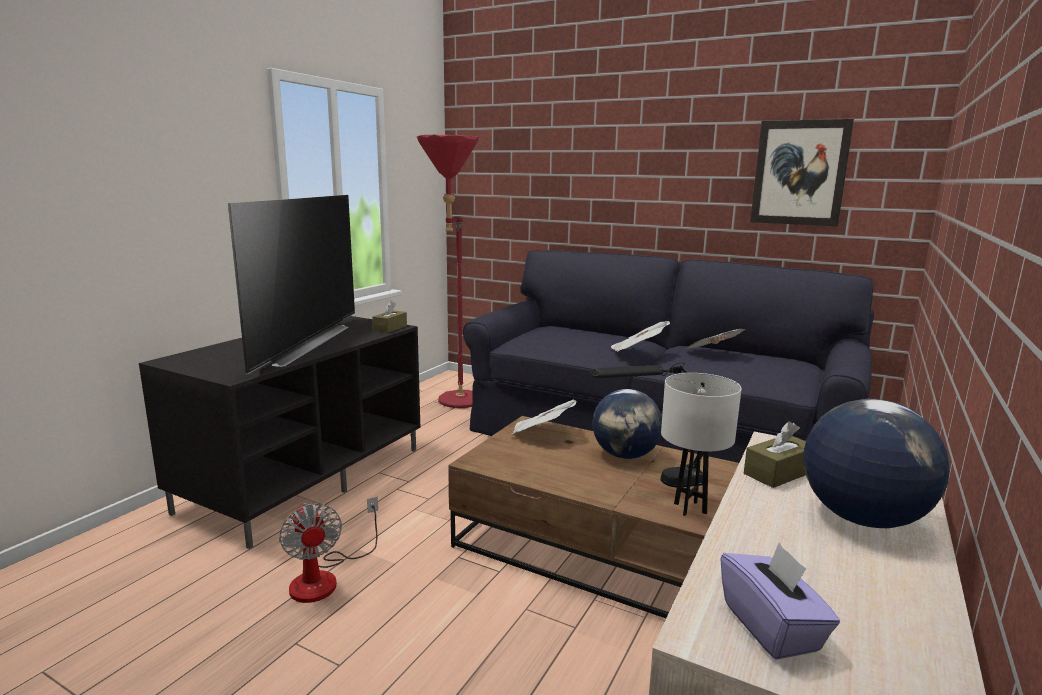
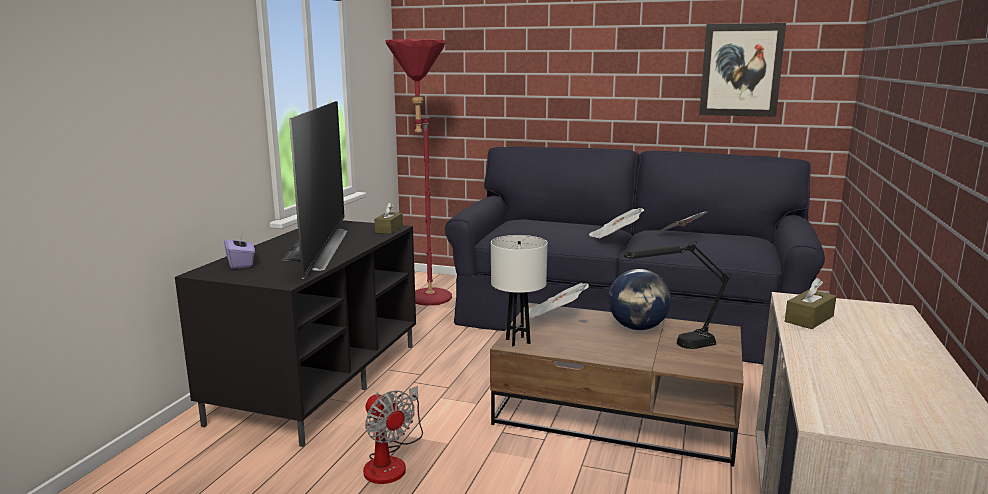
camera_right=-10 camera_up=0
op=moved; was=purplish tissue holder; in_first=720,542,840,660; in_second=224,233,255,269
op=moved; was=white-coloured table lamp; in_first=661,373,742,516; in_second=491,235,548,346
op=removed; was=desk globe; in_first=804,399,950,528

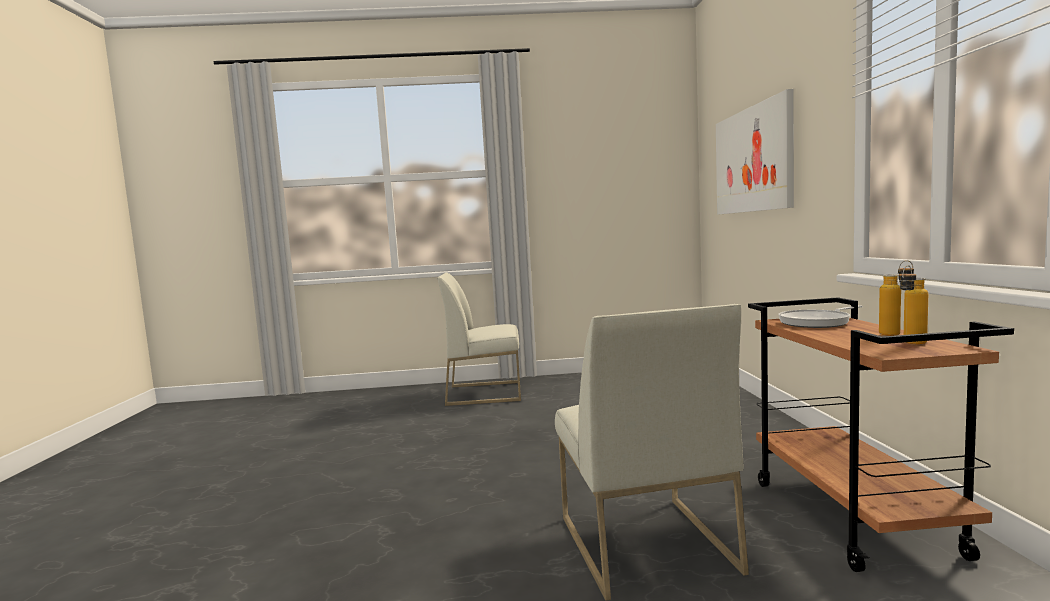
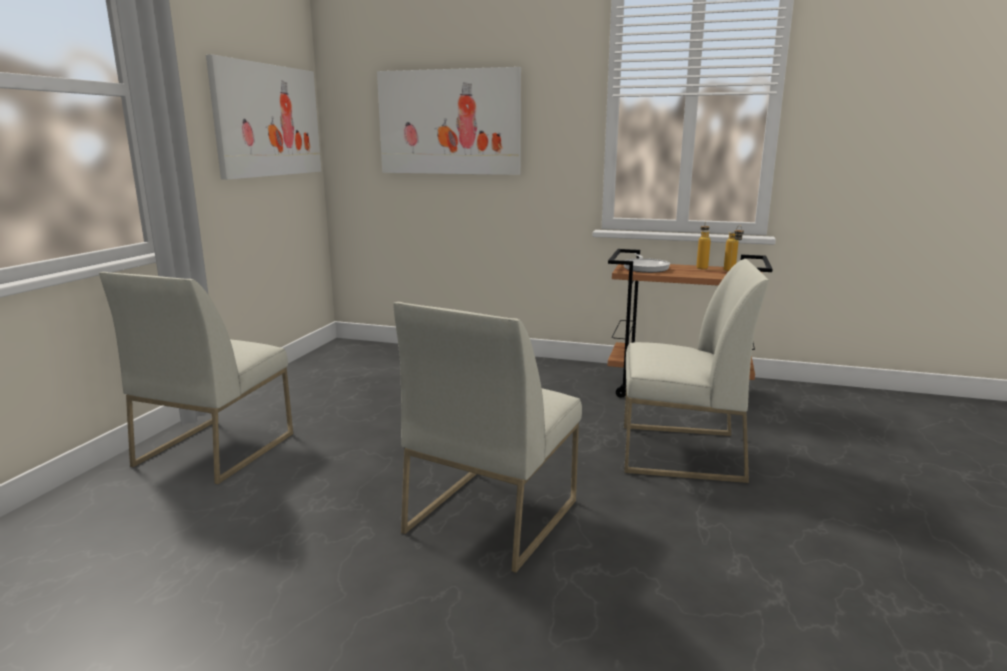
camera_right=-70 camera_up=10
op=added; now=wall picture; in_second=206,54,321,180
op=added; now=white-coloured upright chair; in_second=393,302,582,573

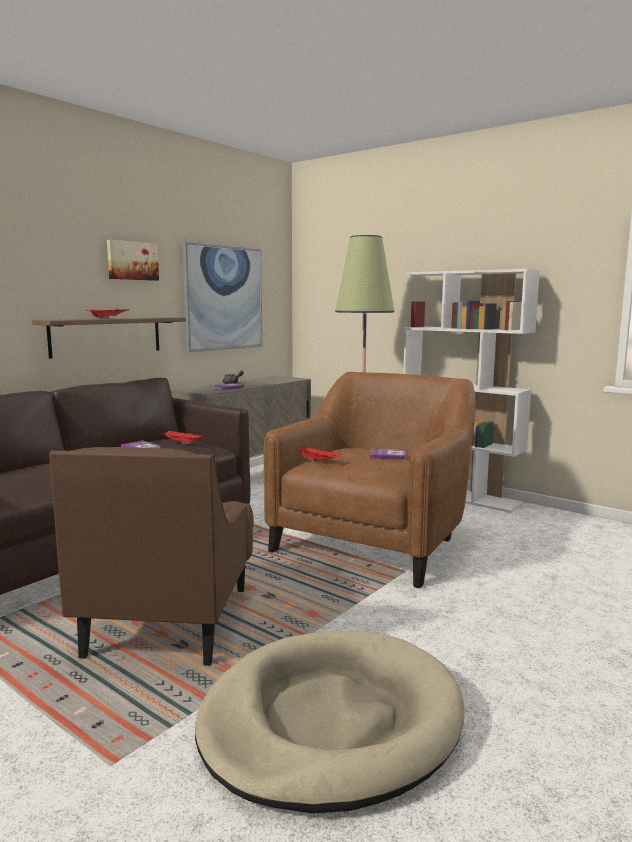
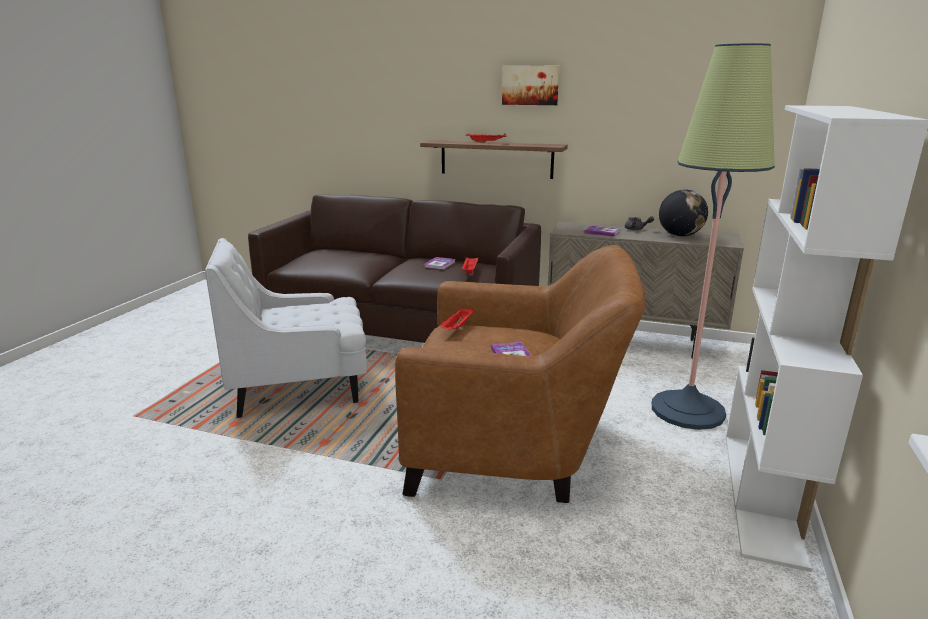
camera_right=70 camera_up=10
op=recoloured; was=brown-coloured armchair; now=white-coloured armchair; in_first=49,447,254,666; in_second=205,238,367,418
op=added; now=desk globe; in_second=659,189,708,237
op=removed; was=wall picture; in_first=182,242,262,352
op=removed; was=beige-coloured pet bed; in_first=195,631,465,813

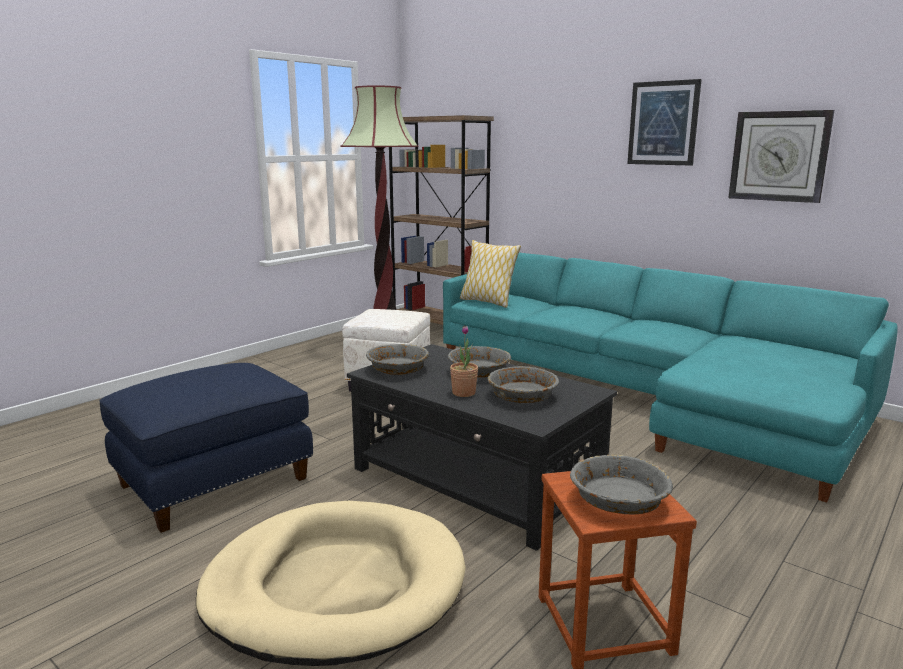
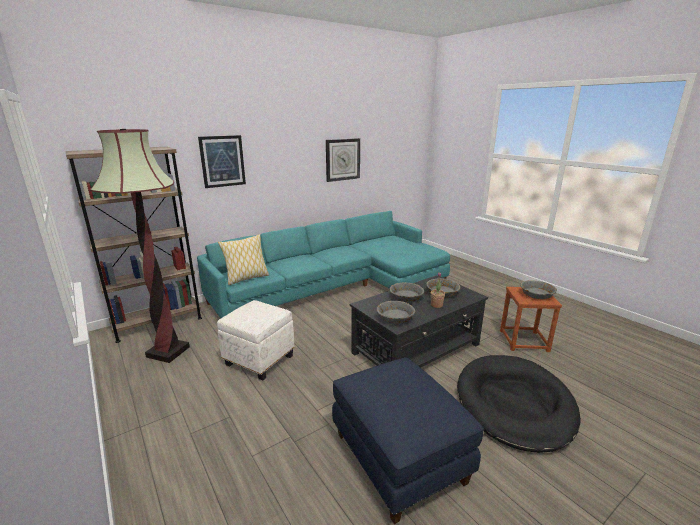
camera_right=-75 camera_up=5
op=moved; was=wall picture; in_first=627,79,702,166; in_second=198,135,246,188
op=recoloured; was=beige-coloured pet bed; now=black-coloured pet bed; in_first=196,501,466,666; in_second=457,355,581,453

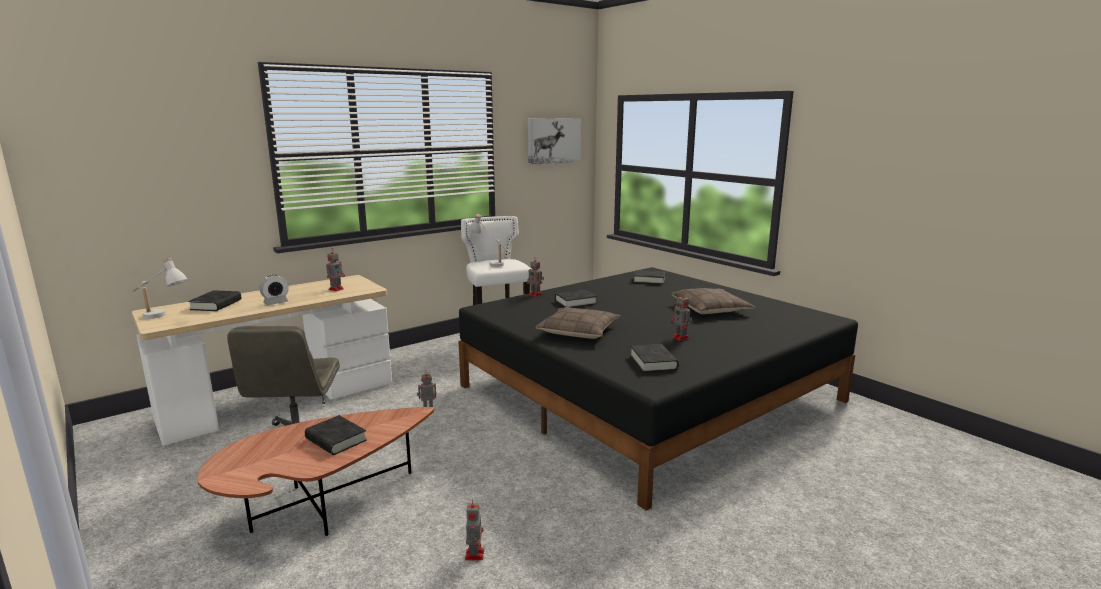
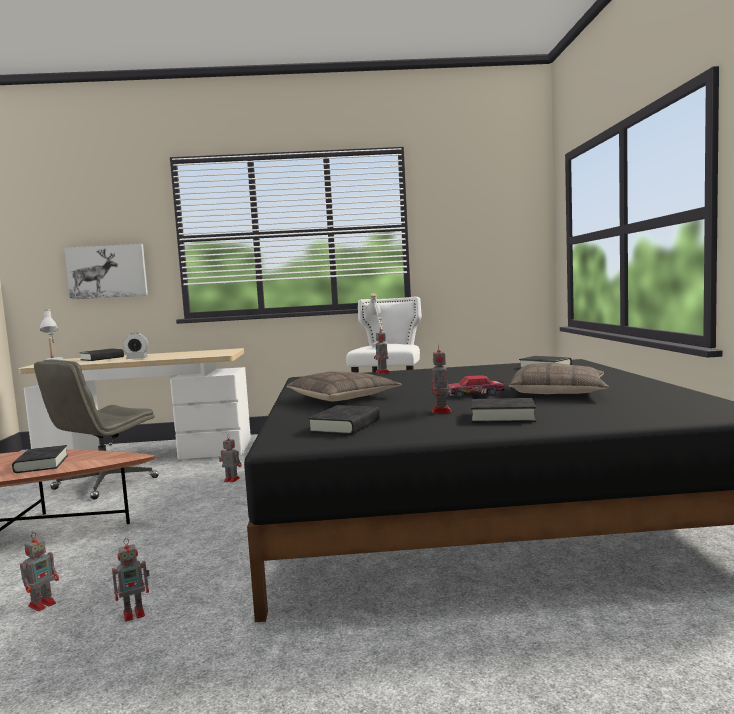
camera_right=35 camera_up=-10
op=moved; was=wall picture; in_first=528,118,581,165; in_second=64,244,148,300
op=moved; was=model robot; in_first=326,249,345,291; in_second=112,538,150,622
op=added; now=toy car; in_second=447,375,505,398
op=moved; was=black-coloured book; in_first=555,290,597,308; in_second=471,398,536,423

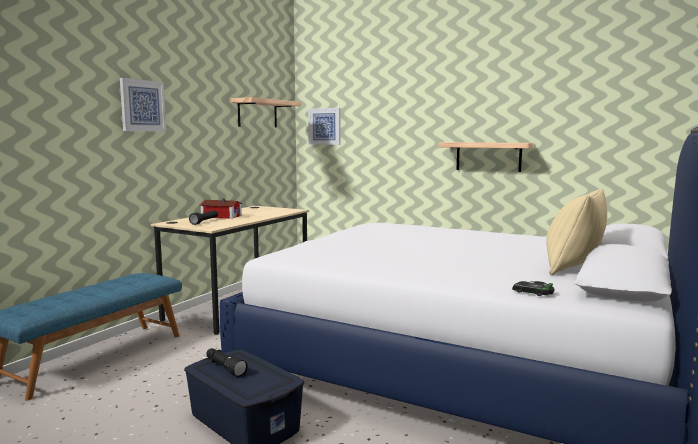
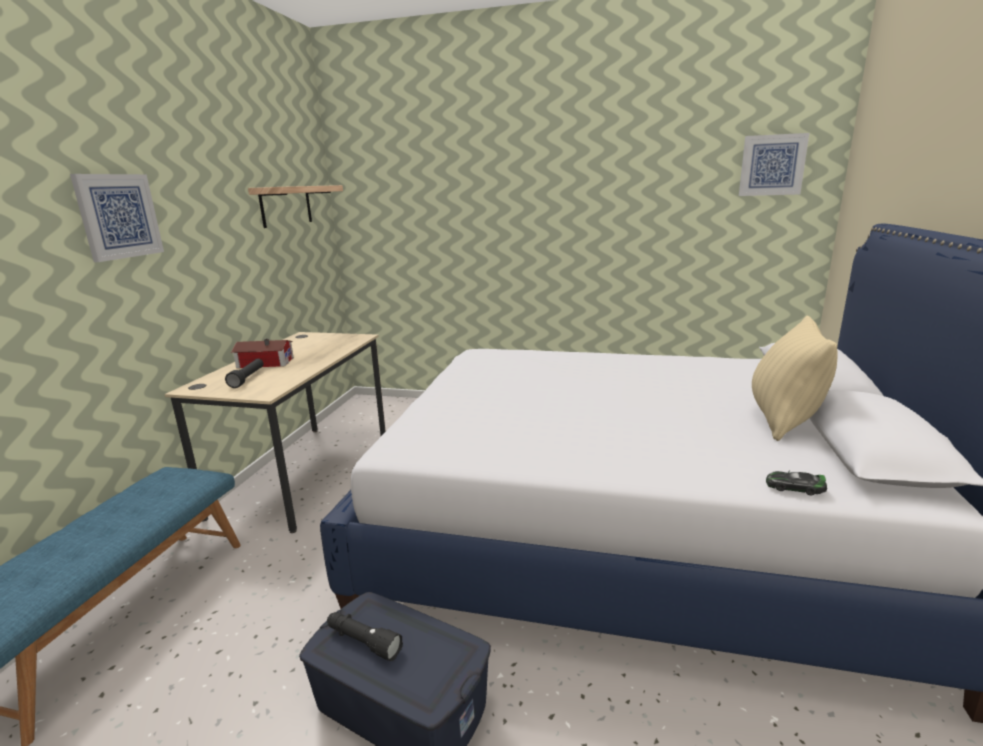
camera_right=-15 camera_up=10
op=moved; was=wall picture; in_first=308,108,341,145; in_second=739,133,809,196
op=removed; was=bracket shelf; in_first=439,142,534,172

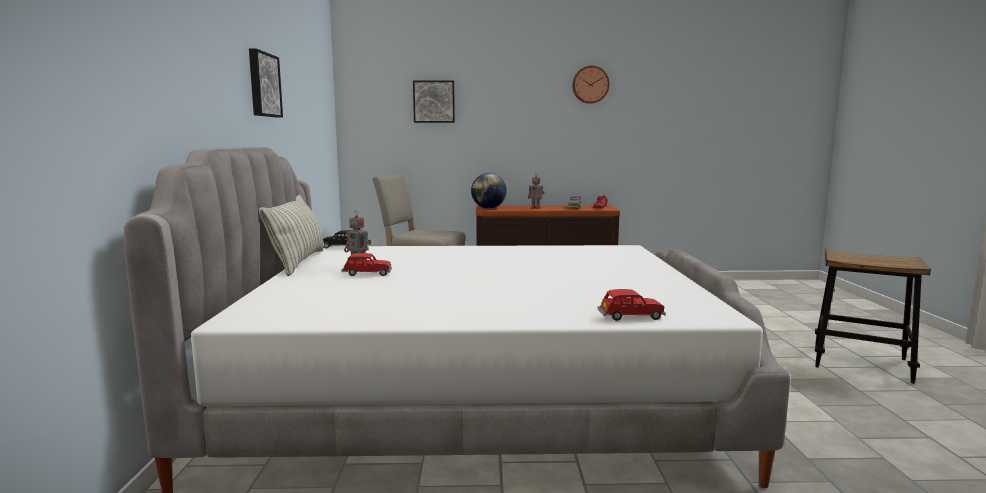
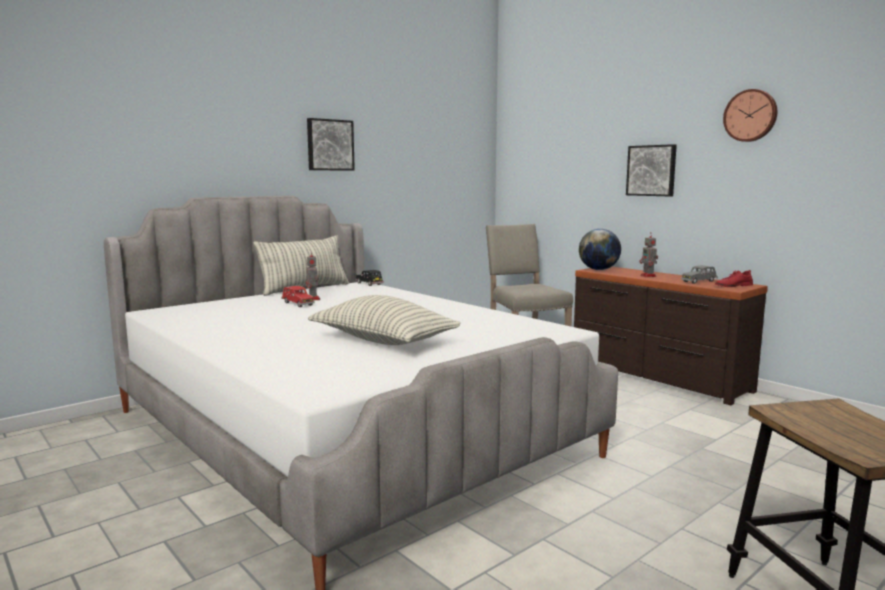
camera_right=50 camera_up=0
op=added; now=pillow; in_second=308,295,461,345
op=moved; was=wall picture; in_first=413,80,455,123; in_second=626,144,677,196
op=removed; was=red-coloured toy car; in_first=597,289,666,321

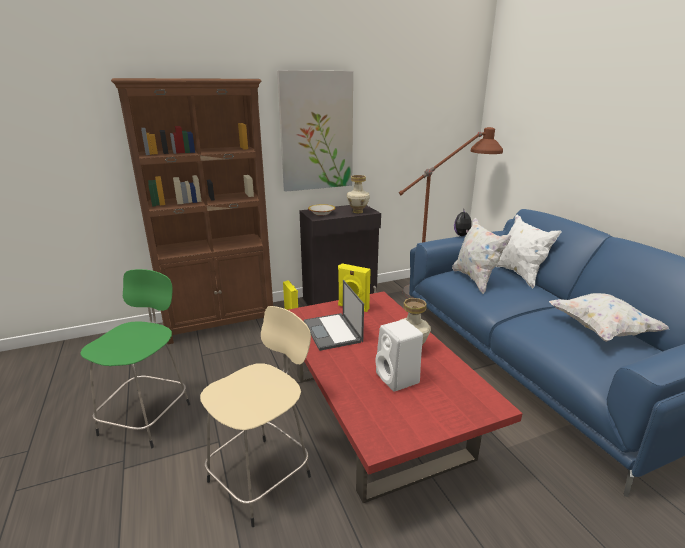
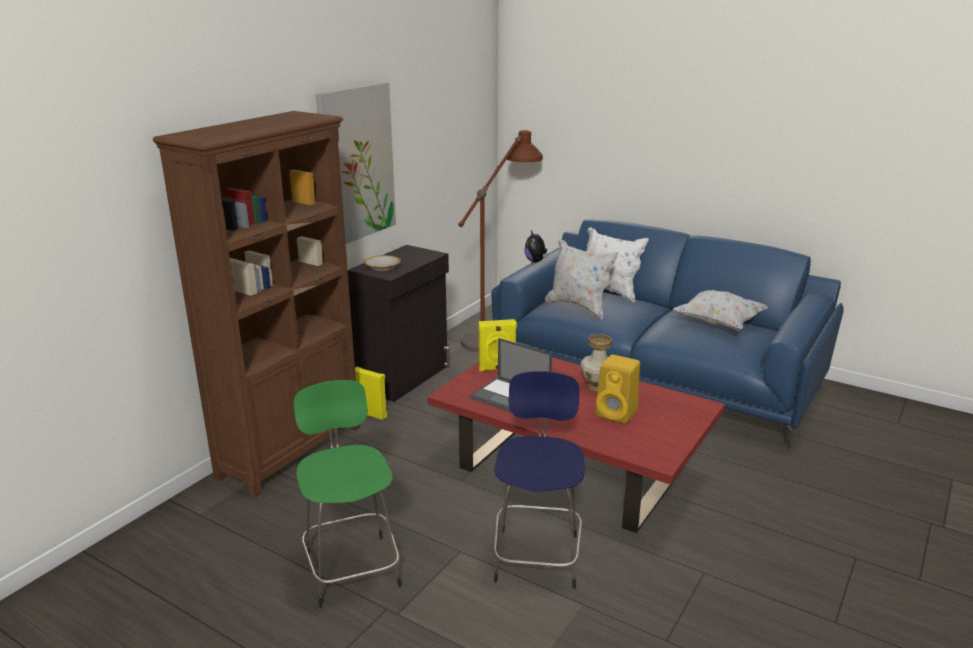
camera_right=-35 camera_up=0
op=recoloured; was=beige-coloured stool seat; now=blue-coloured stool seat; in_first=200,306,311,527; in_second=494,371,585,589
op=recoloured; was=white-coloured speaker; now=yellow speaker; in_first=375,319,423,391; in_second=595,355,640,424
op=removed; was=flower vase; in_first=347,175,370,213

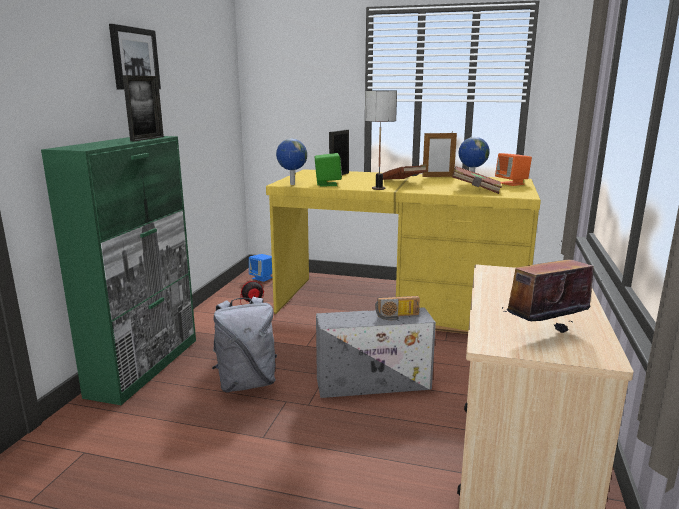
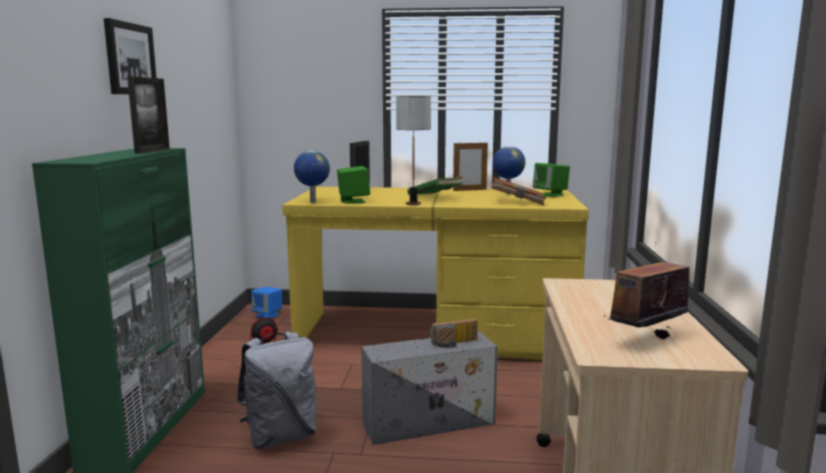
camera_right=-10 camera_up=-5
op=recoloured; was=brown-coloured book; now=greenish book; in_first=382,164,427,180; in_second=407,176,463,195
op=recoloured; was=orangey speaker; now=greenish speaker; in_first=495,153,532,186; in_second=533,163,570,197

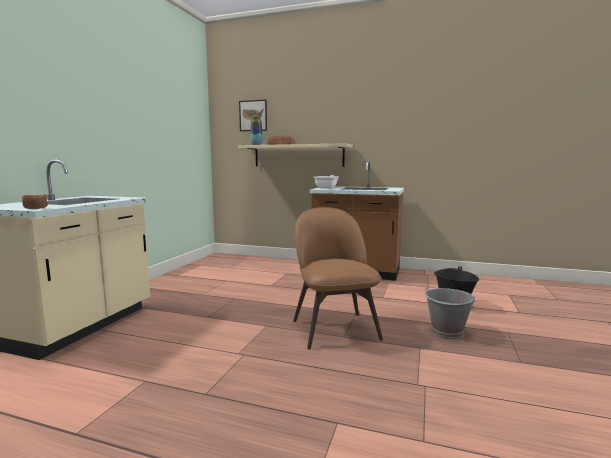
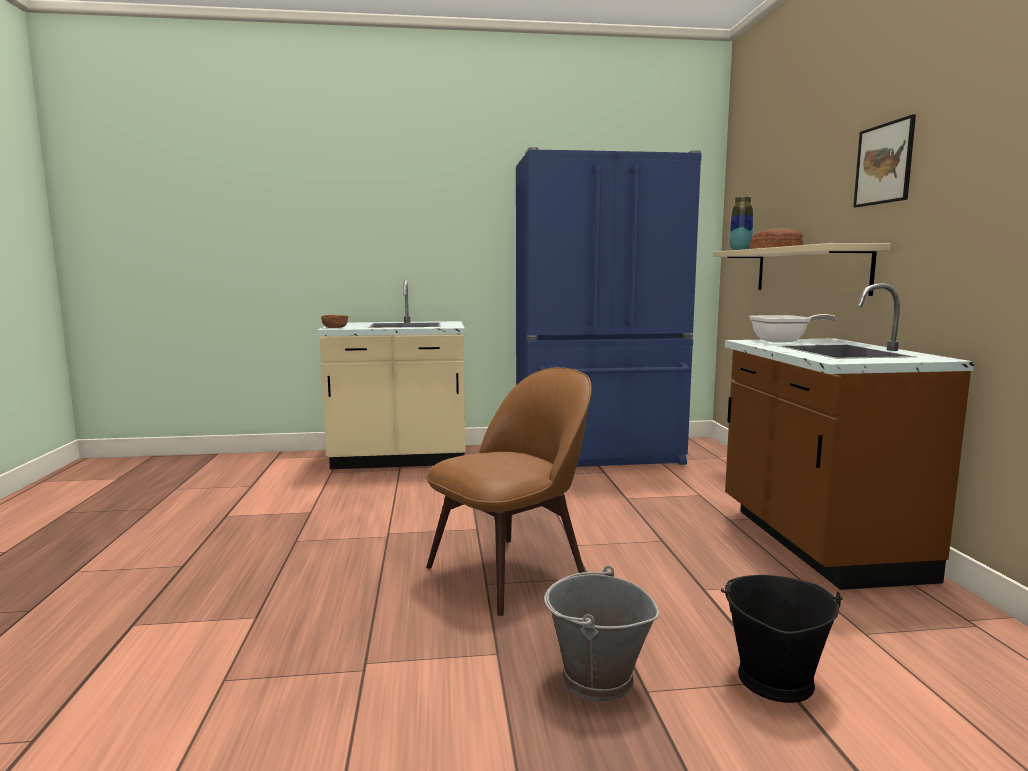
camera_right=65 camera_up=0
op=added; now=blue-coloured refrigerator; in_second=516,147,702,467
op=moved; was=wall picture; in_first=239,100,267,131; in_second=853,114,916,207

